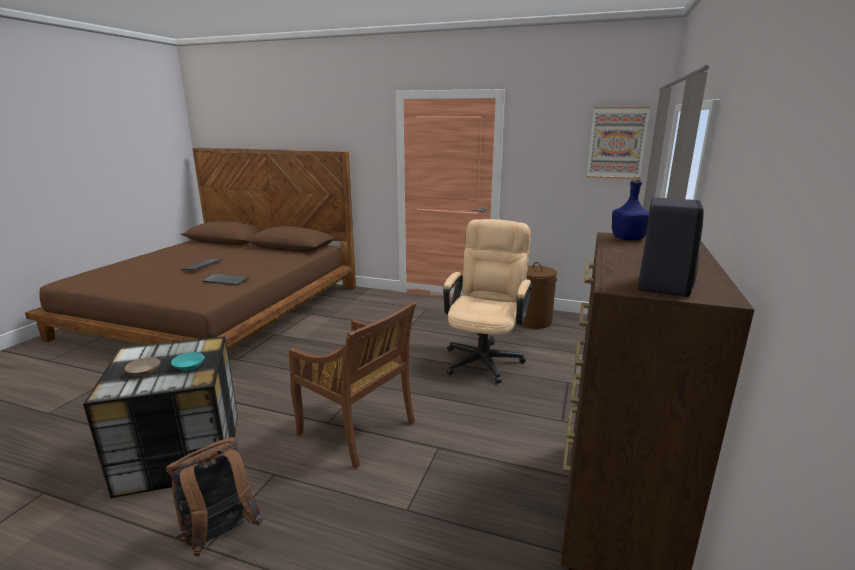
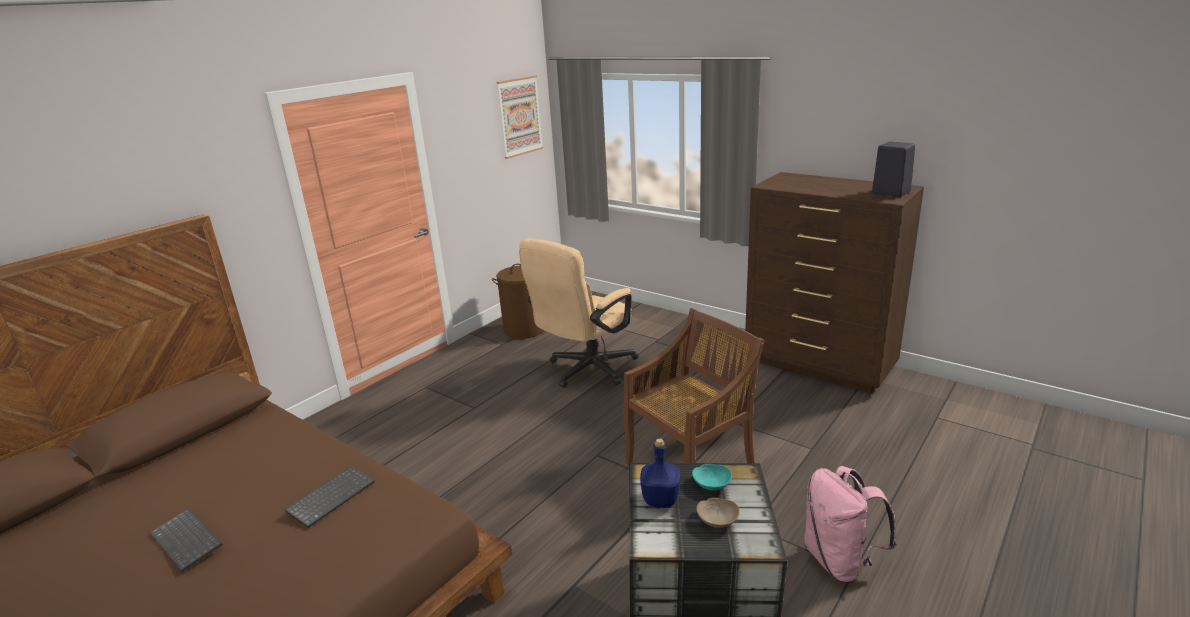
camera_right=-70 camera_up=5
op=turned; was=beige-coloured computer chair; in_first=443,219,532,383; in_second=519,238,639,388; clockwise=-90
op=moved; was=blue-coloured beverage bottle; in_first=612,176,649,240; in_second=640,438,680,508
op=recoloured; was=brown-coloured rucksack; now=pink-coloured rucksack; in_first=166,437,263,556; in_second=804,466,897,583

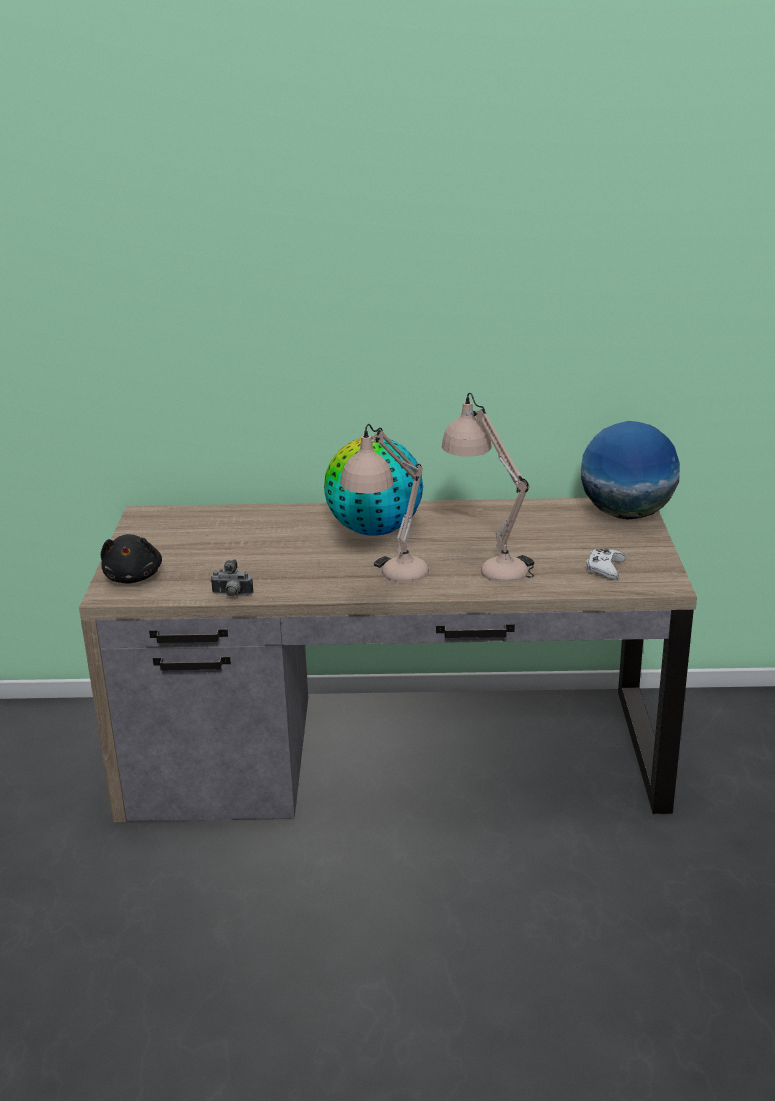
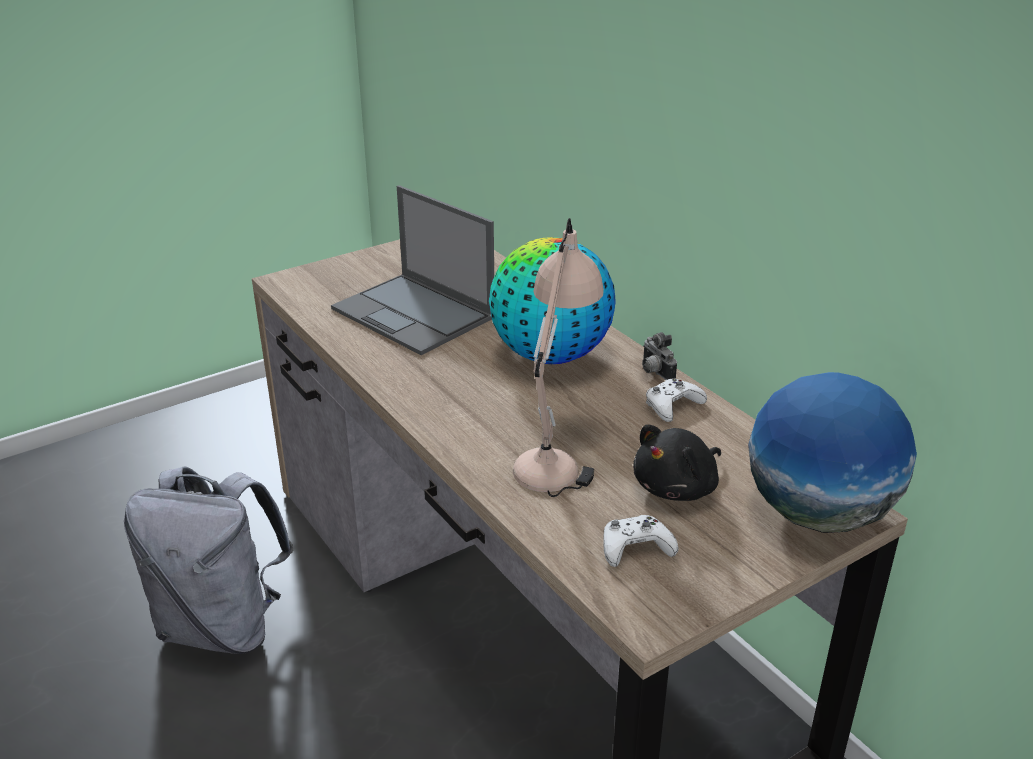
camera_right=55 camera_up=5
op=added; now=greyish rucksack; in_second=124,466,294,654
op=added; now=notebook computer; in_second=331,185,494,355
op=moved; was=black-coloured soft toy; in_first=101,534,162,584; in_second=633,425,721,501
op=moved; was=photo camera; in_first=210,559,253,597; in_second=642,332,677,380
op=added; now=white-coloured joypad; in_second=646,378,707,422
op=removed; was=beige-coloured table lamp; in_first=340,424,429,583

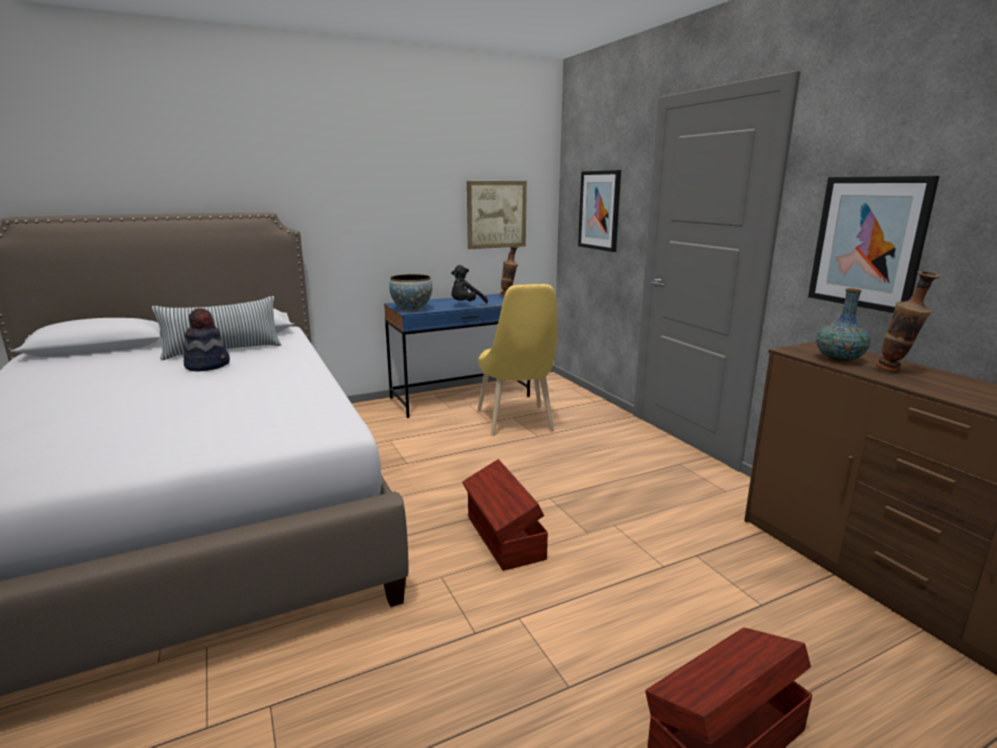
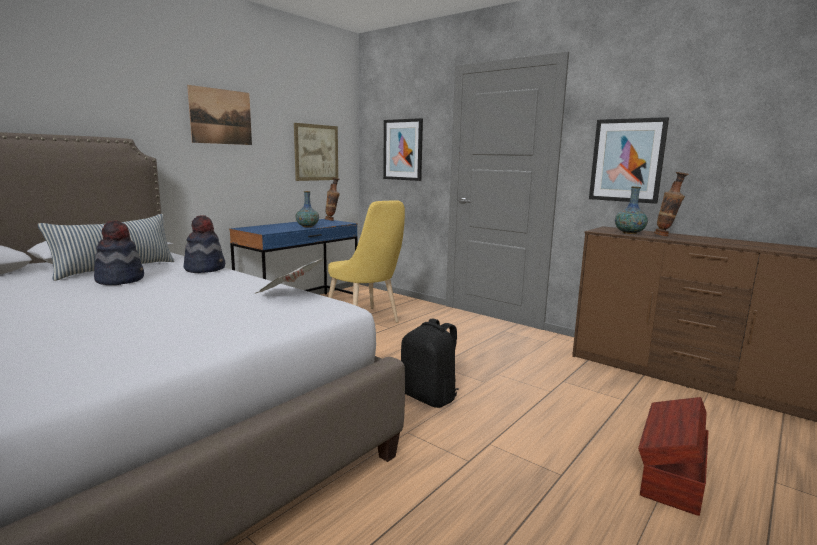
camera_right=-25 camera_up=-5
op=added; now=wearable hat; in_second=183,215,225,273
op=added; now=wall picture; in_second=187,85,252,145
op=added; now=printed paper; in_second=255,258,324,294
op=replaced; was=black-coloured soft toy; now=flower vase; in_first=451,265,488,303; in_second=296,191,319,227
op=replaced; was=brown-coloured storage container; now=black-coloured rucksack; in_first=462,459,548,571; in_second=401,318,459,408
op=removed; was=deep dish; in_first=389,274,432,312

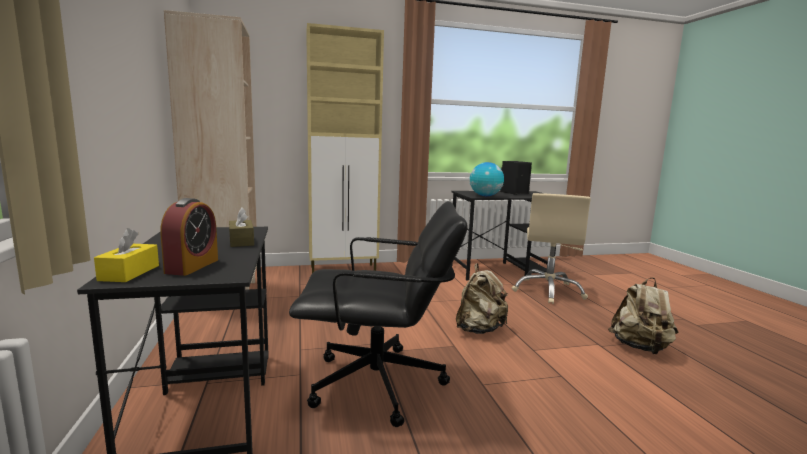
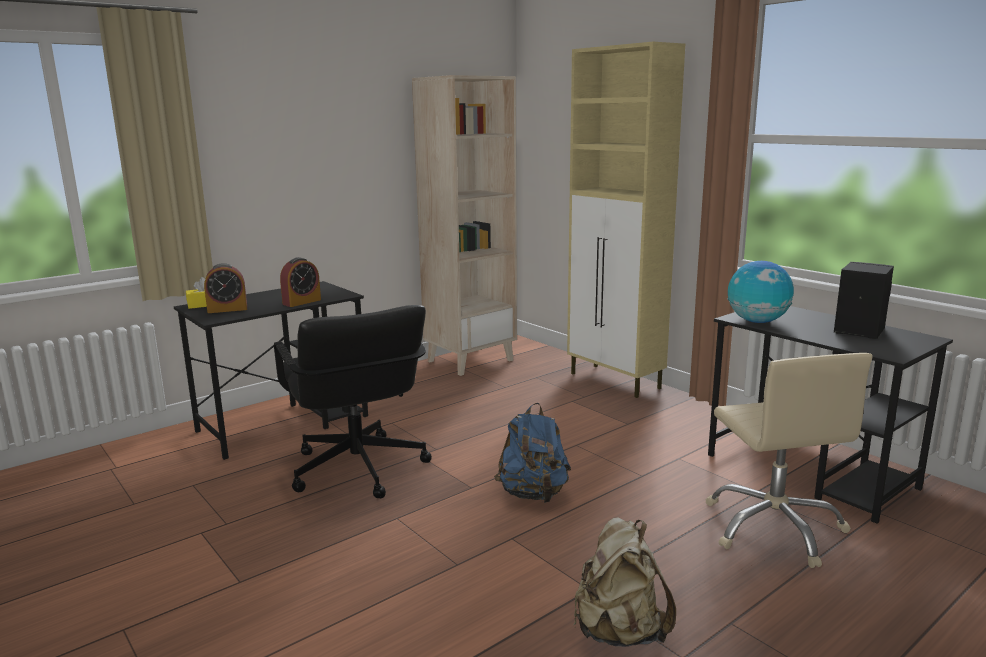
camera_right=65 camera_up=5
op=replaced; was=brown-coloured tissue holder; now=table clock; in_first=229,207,254,247; in_second=280,257,321,307
op=recoloured; was=beige-coloured rucksack; now=blue-coloured rucksack; in_first=456,263,508,334; in_second=494,403,571,503
op=turned; was=beige-coloured computer chair; in_first=512,193,591,304; in_second=706,353,872,568; clockwise=-90

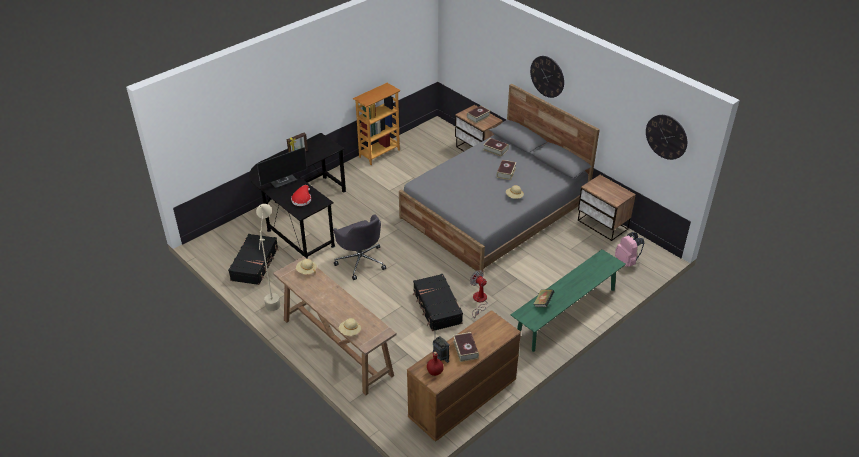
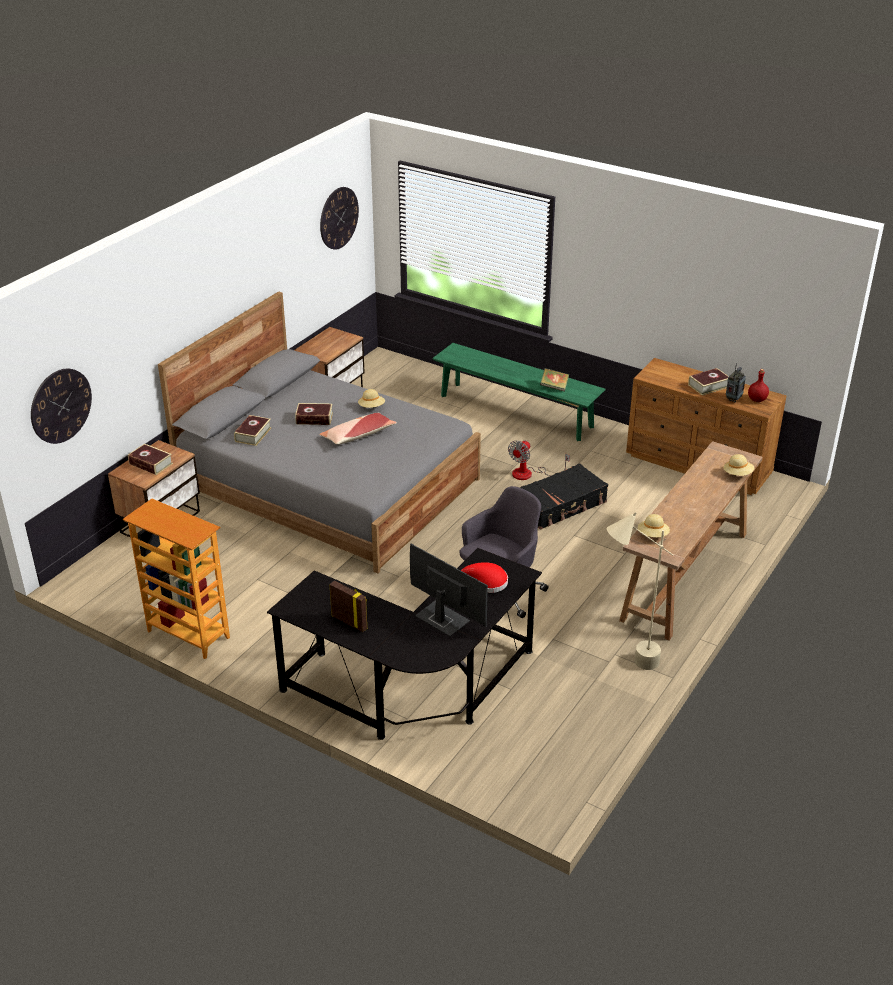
camera_right=-105 camera_up=-5
op=moved; was=wall clock; in_first=530,56,564,98; in_second=31,369,92,444
op=added; now=pillow; in_second=319,413,397,445
op=removed; was=black-coloured suitcase; in_first=228,234,279,285
op=removed; was=pink-coloured rucksack; in_first=615,232,644,267

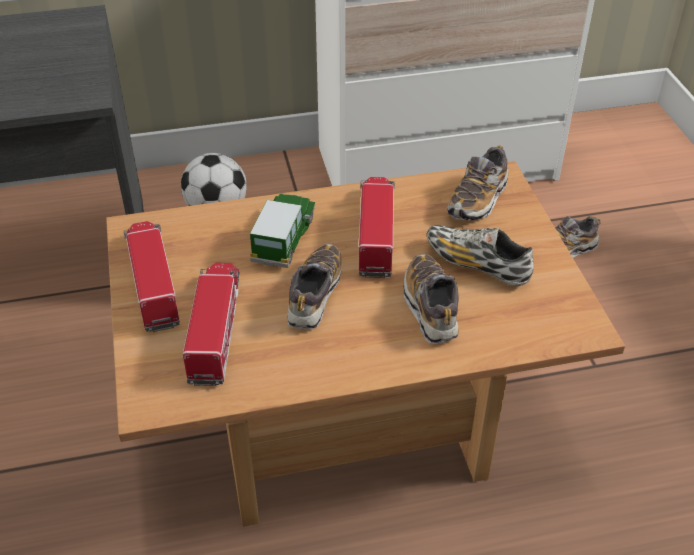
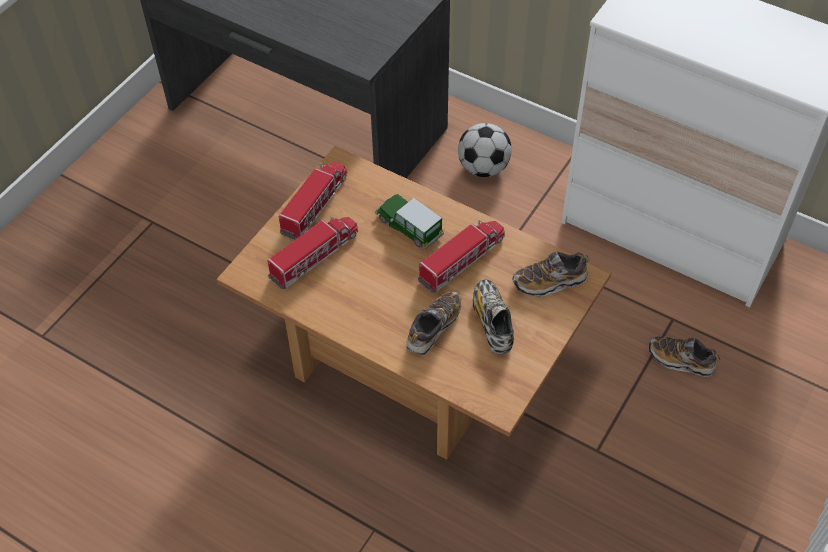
camera_right=45 camera_up=10
op=turned; was=toy car; in_first=250,194,315,268; in_second=375,194,444,250; clockwise=-105
op=removed; was=shoe; in_first=288,244,342,329

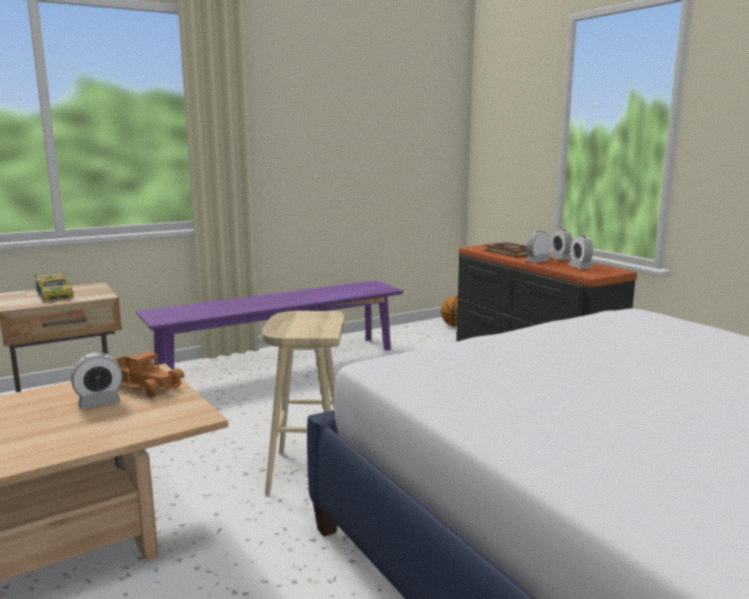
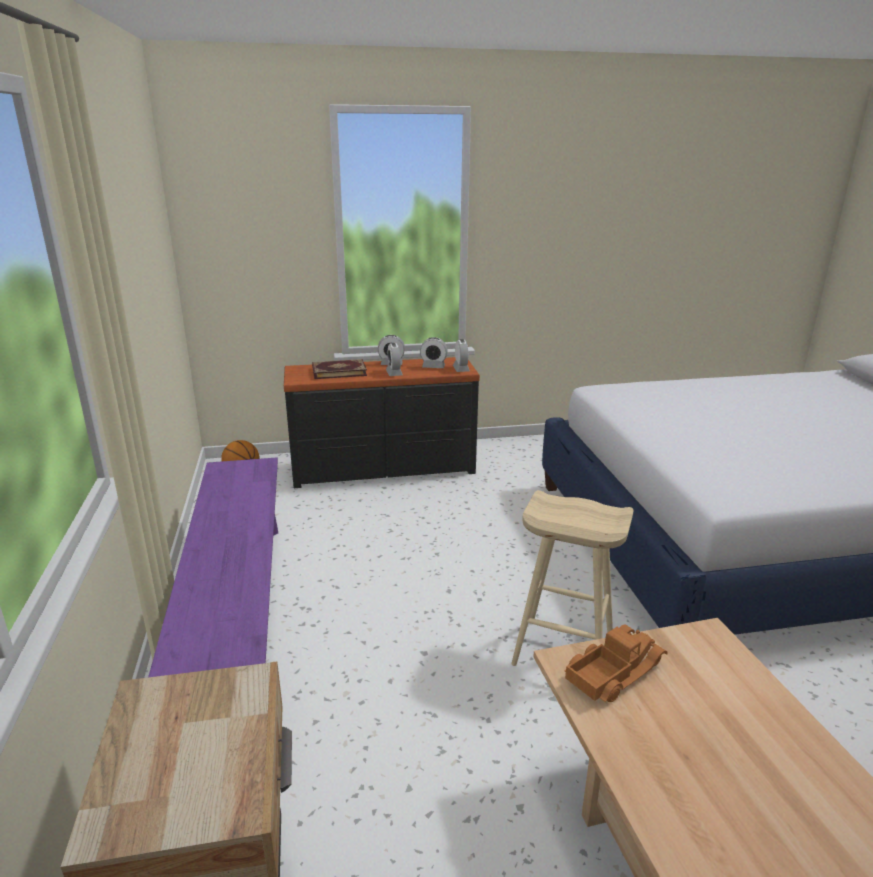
camera_right=-70 camera_up=10
op=moved; was=table clock; in_first=71,353,123,409; in_second=453,339,470,372
op=removed; was=toy car; in_first=35,271,74,301

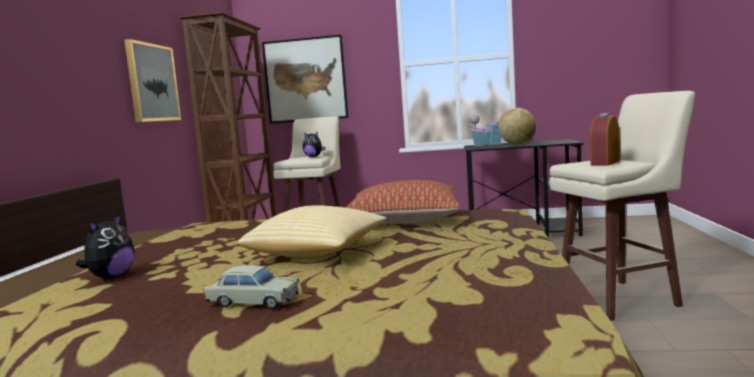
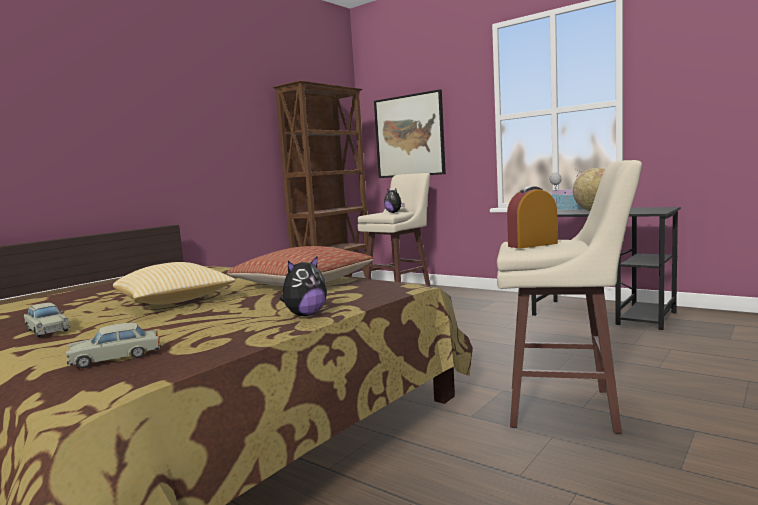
camera_right=30 camera_up=0
op=added; now=beige-coloured toy car; in_second=66,323,161,368
op=moved; was=soft toy; in_first=76,213,135,279; in_second=279,256,327,316
op=removed; was=wall picture; in_first=124,39,181,122

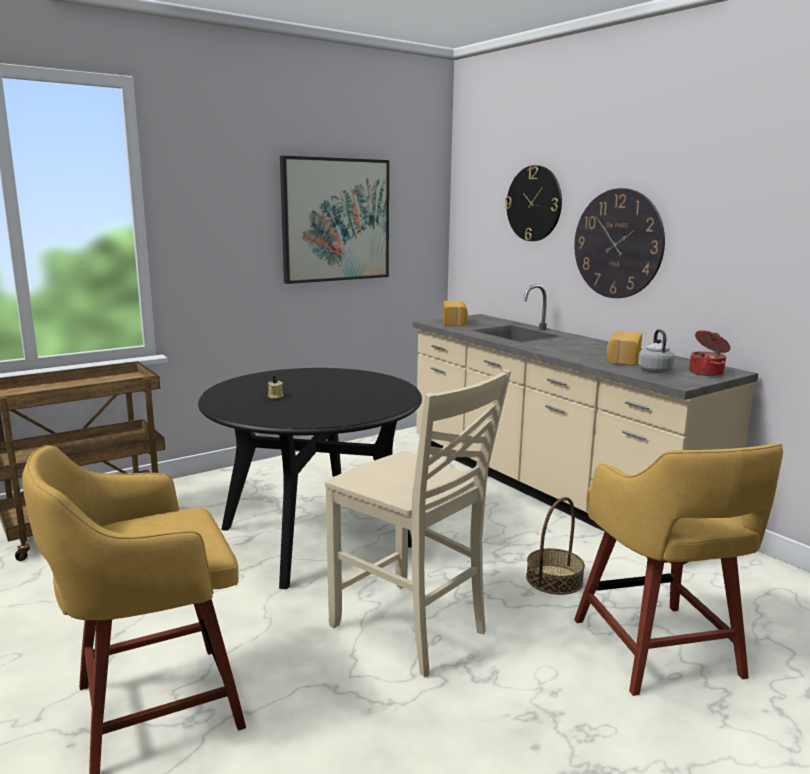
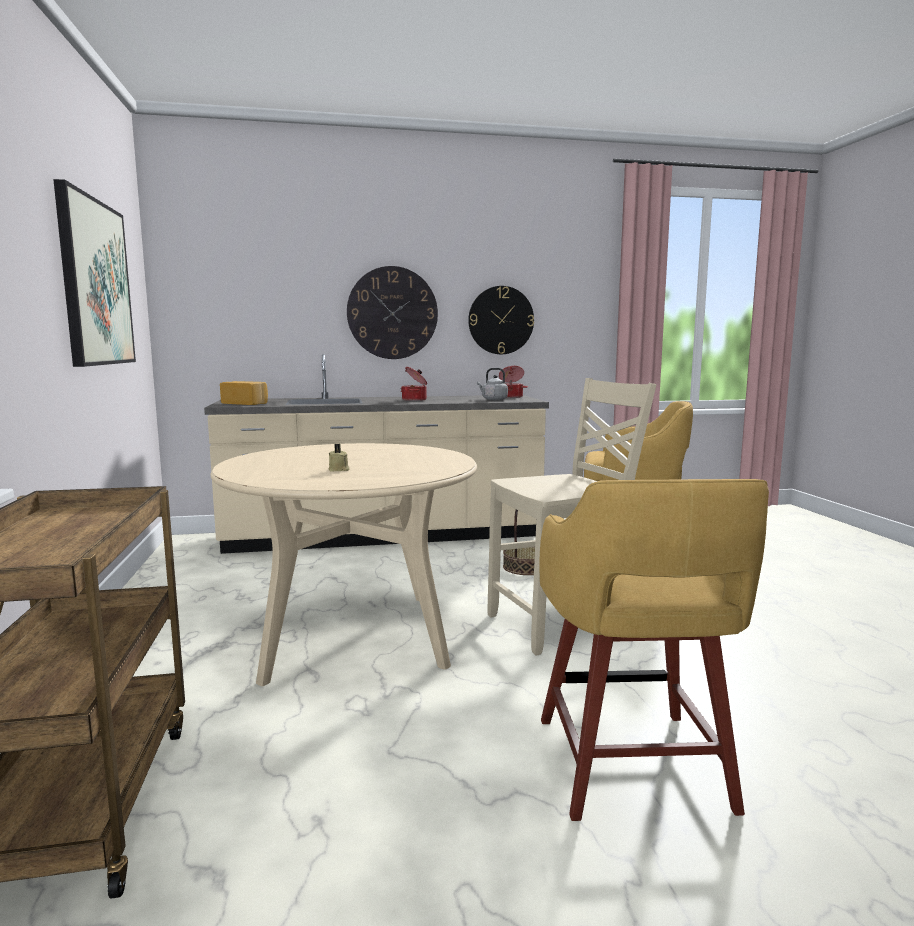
camera_right=-65 camera_up=-5
op=recoloured; was=black-coloured dining table; now=beige-coloured dining table; in_first=198,368,422,589; in_second=211,443,477,686
op=added; now=saucepot; in_second=401,367,427,401
op=moved; was=wall clock; in_first=505,165,562,241; in_second=468,286,534,354
op=removed; was=bread; in_first=606,331,642,366

